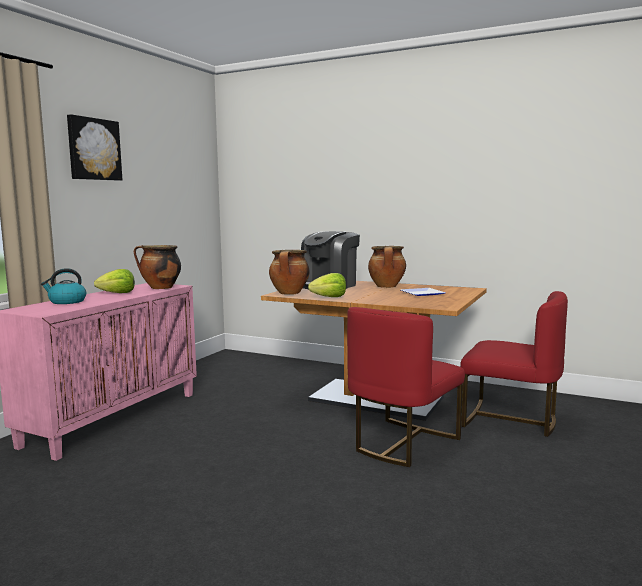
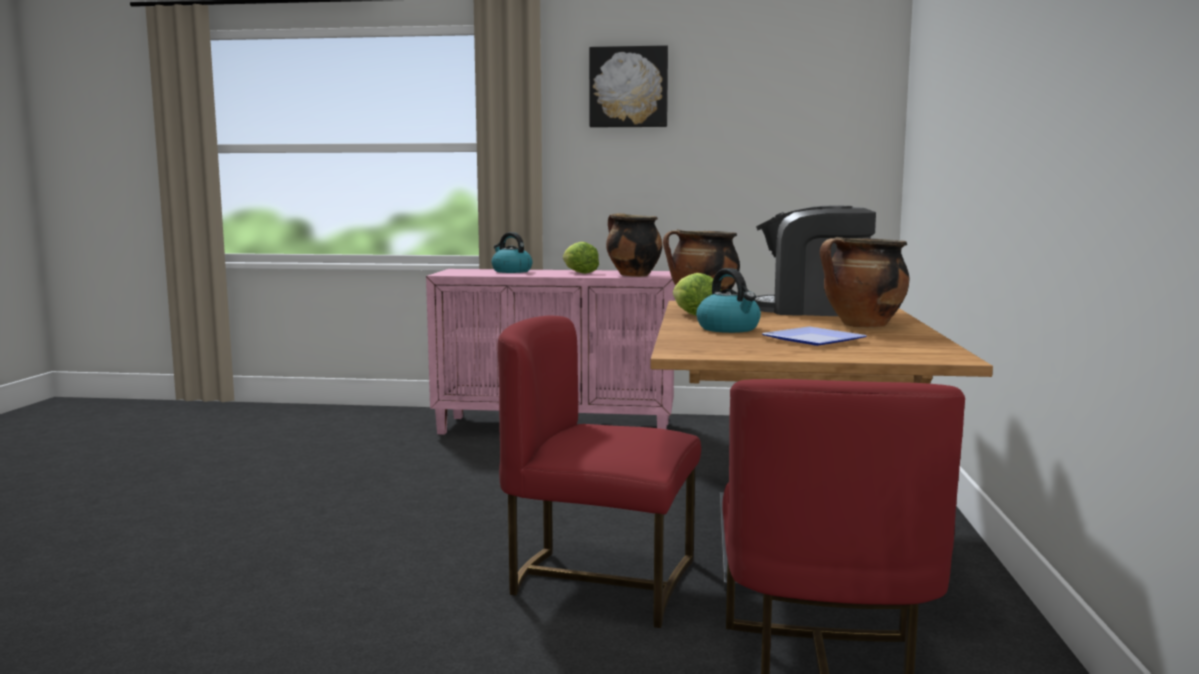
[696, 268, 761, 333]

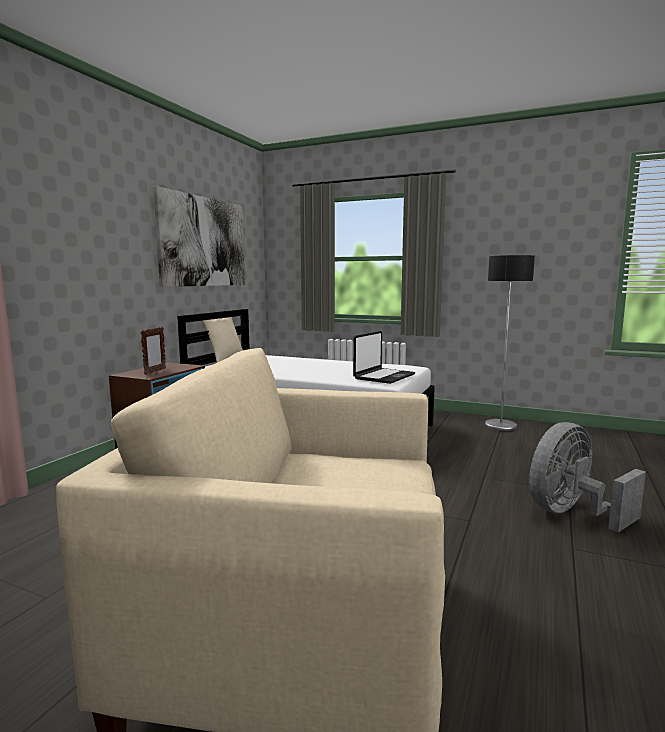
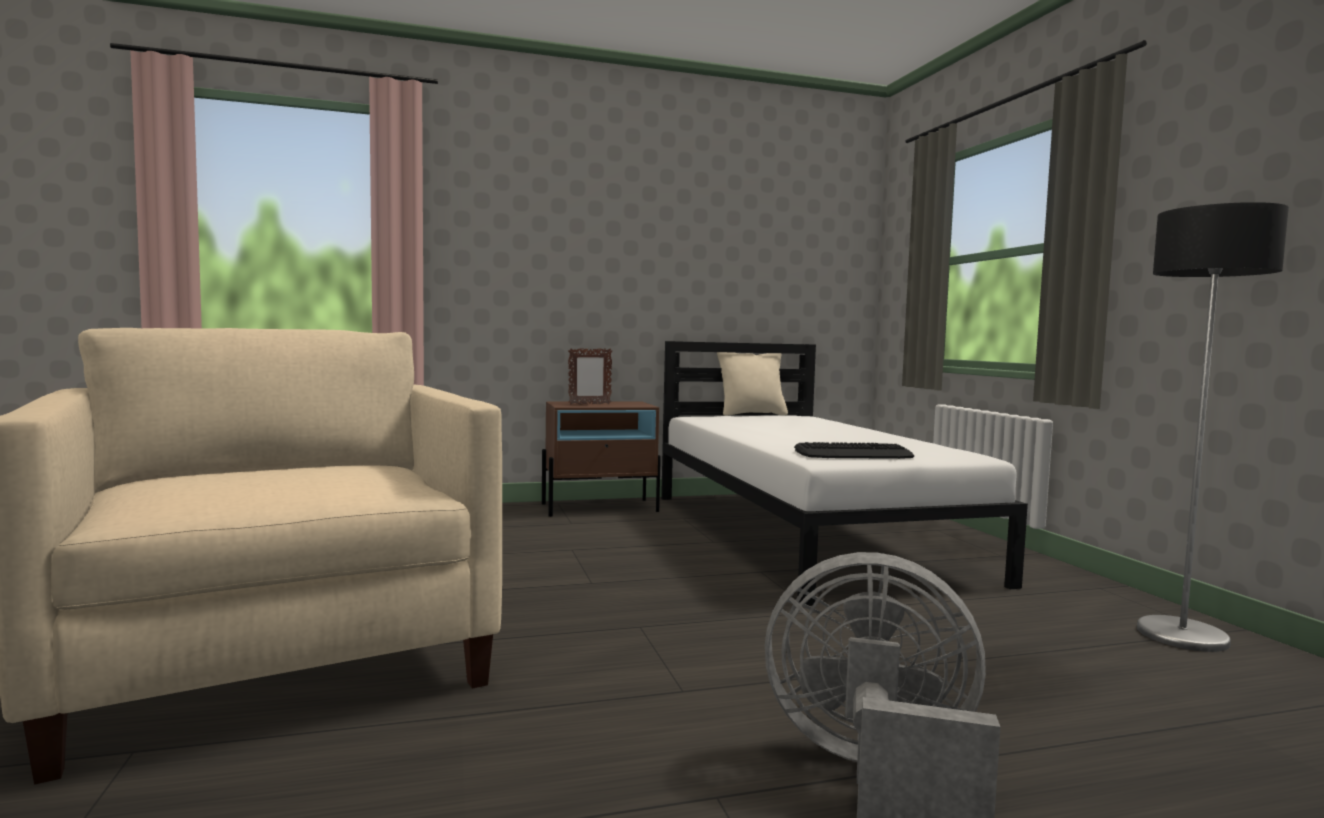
[153, 186, 245, 287] (first image)
[794, 442, 914, 459]

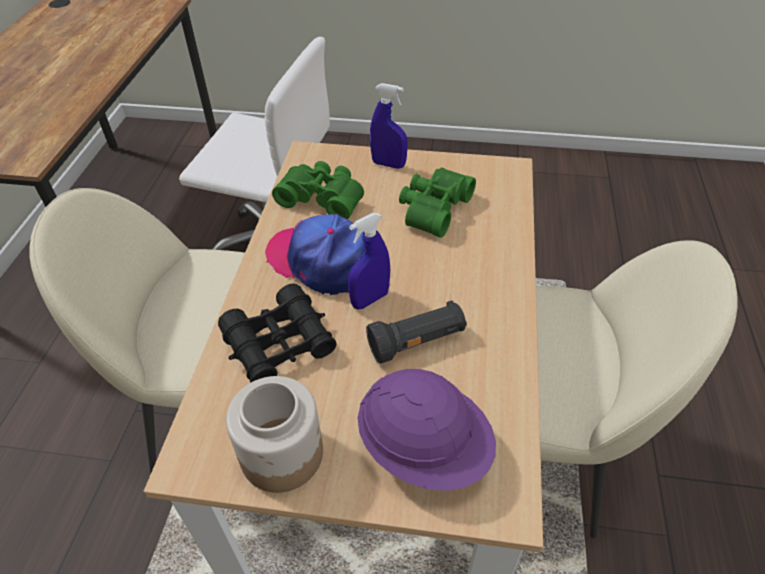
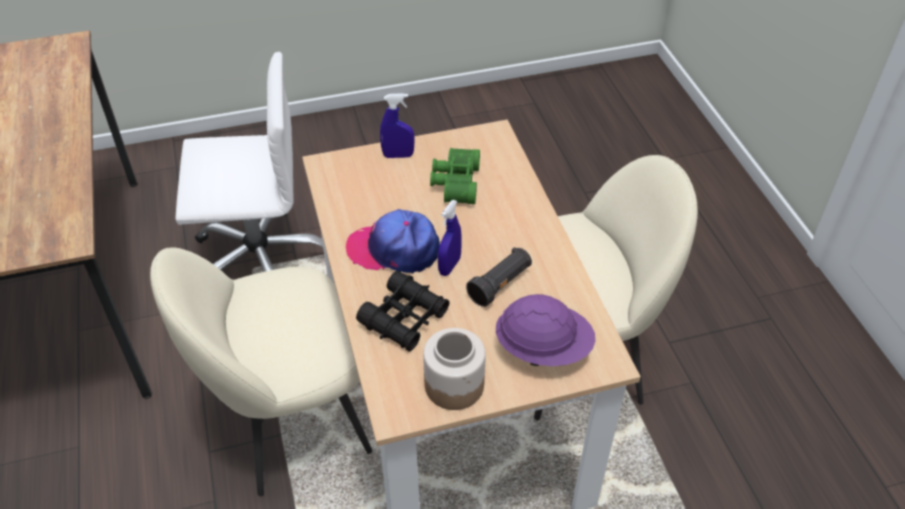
[272, 161, 364, 220] (first image)

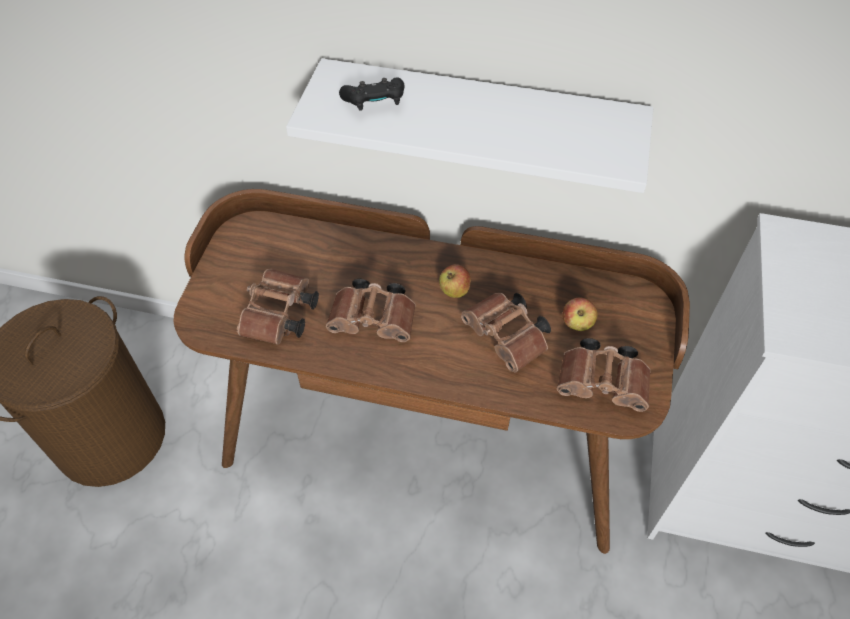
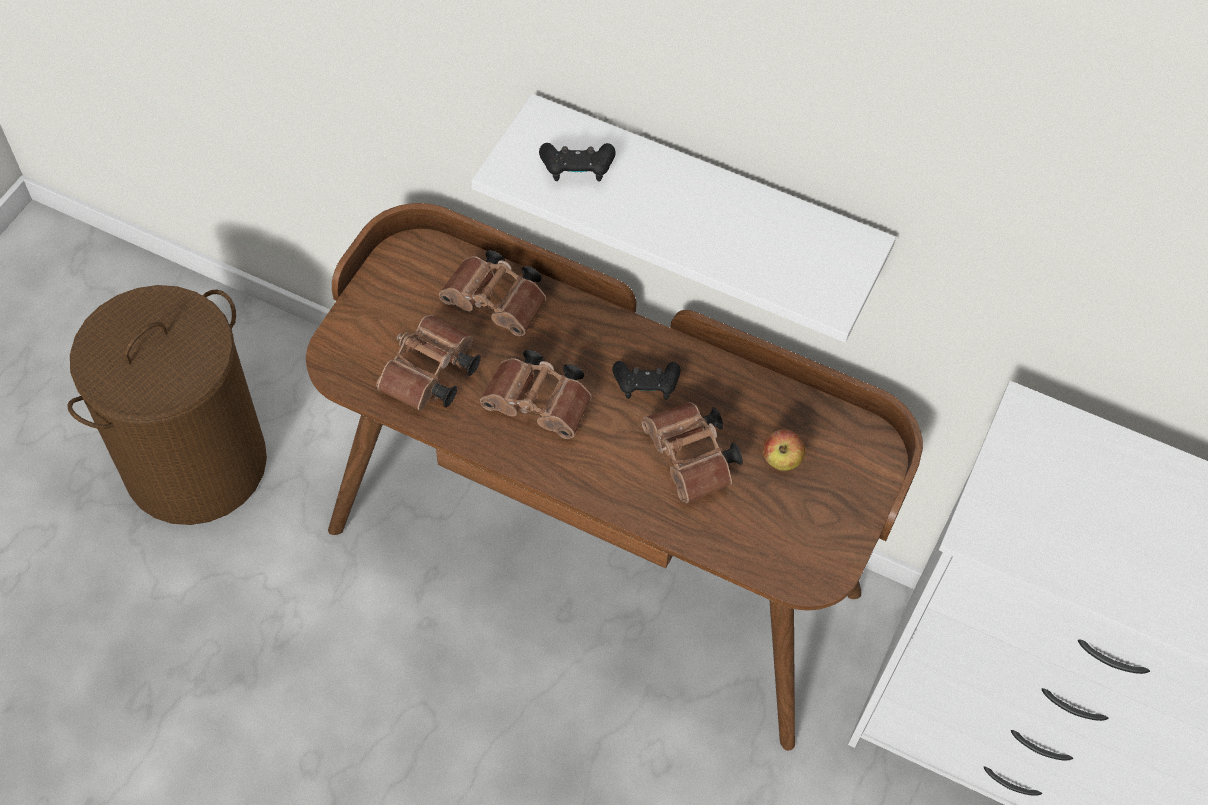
[612, 361, 680, 400]
[439, 250, 546, 336]

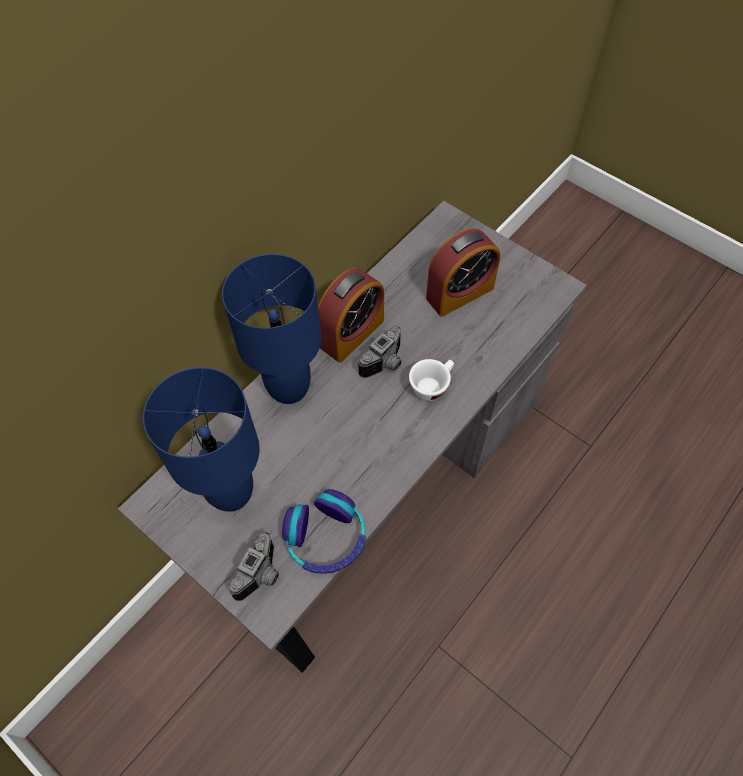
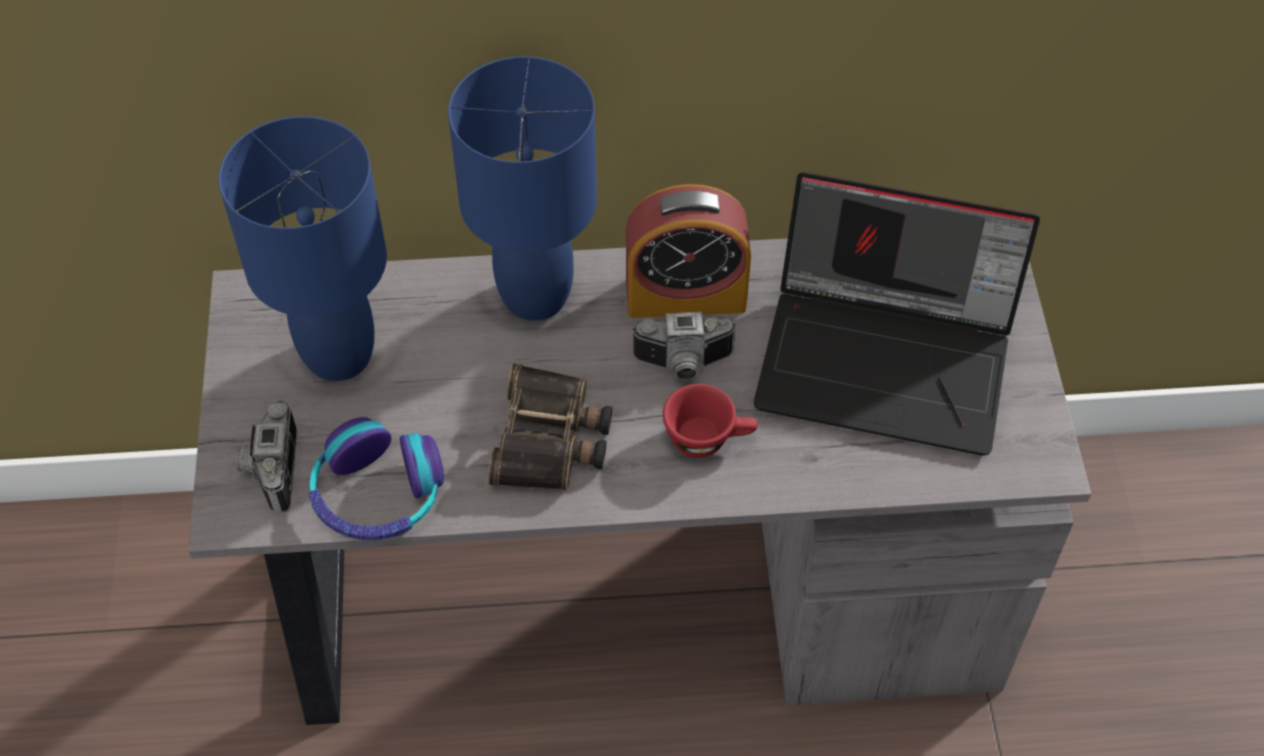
[235, 400, 298, 513]
[663, 384, 758, 458]
[754, 172, 1040, 455]
[488, 363, 612, 490]

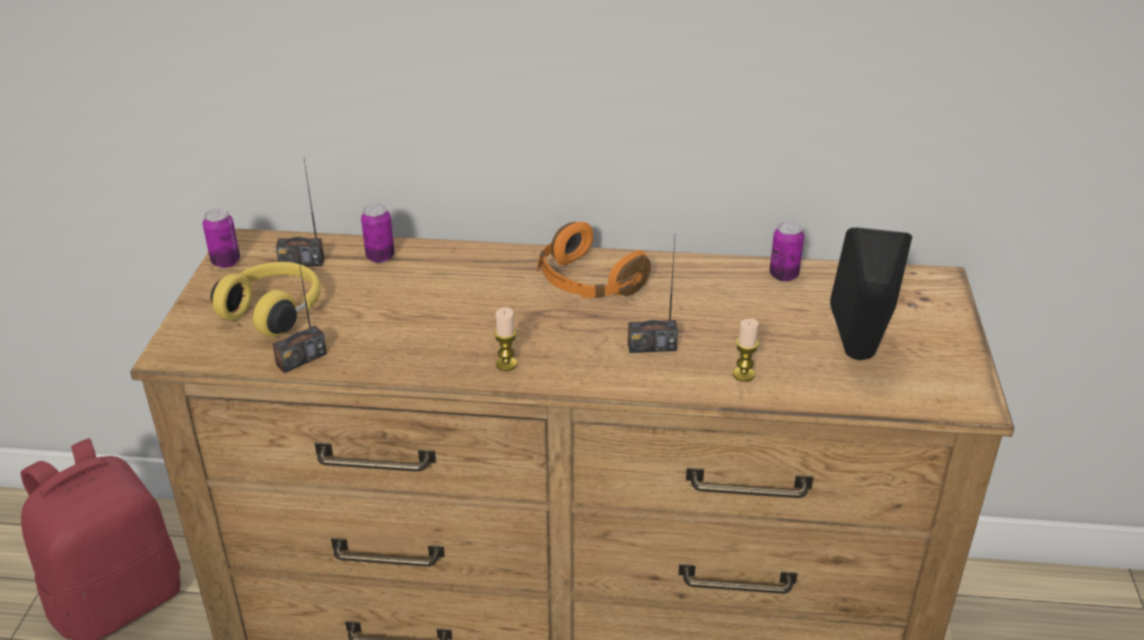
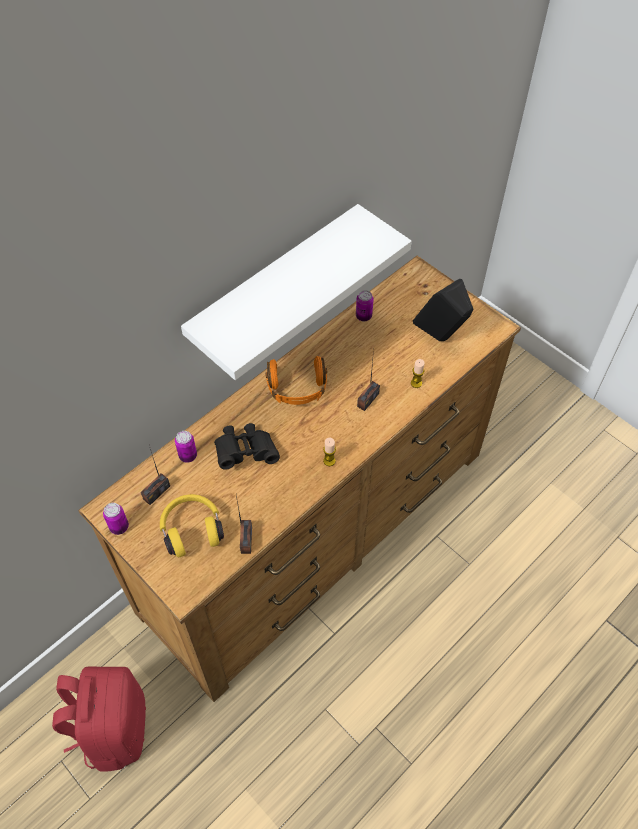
[181, 204, 412, 380]
[214, 423, 280, 470]

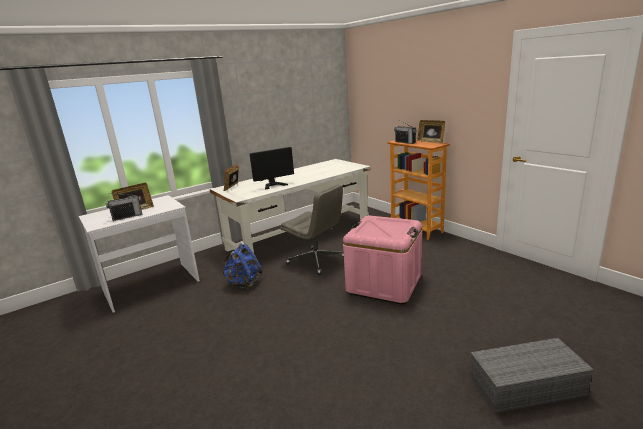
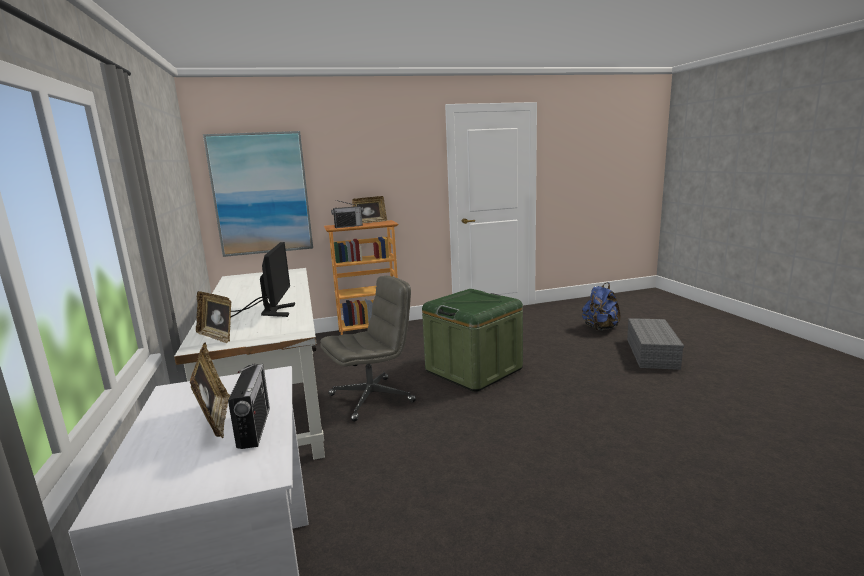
[582, 283, 621, 331]
[422, 289, 523, 392]
[203, 131, 313, 257]

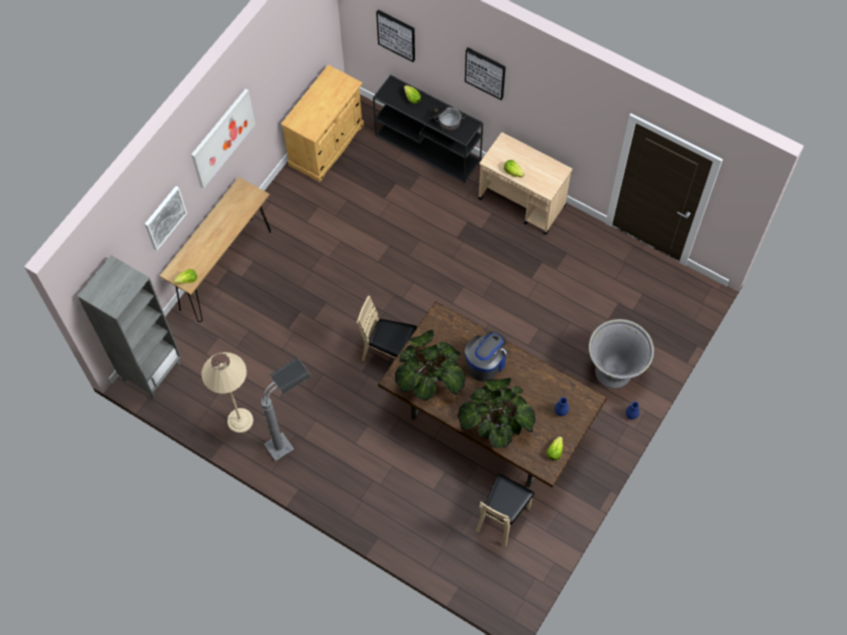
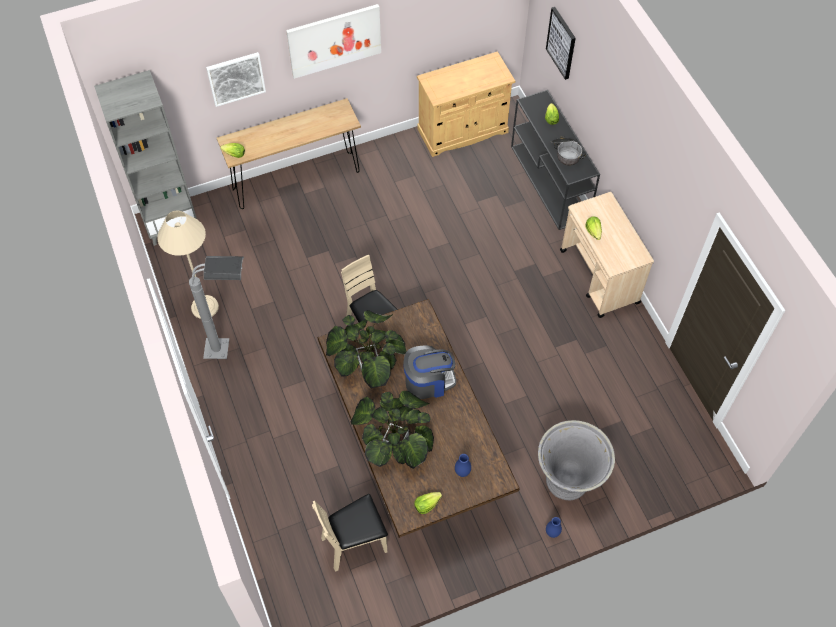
[465, 48, 506, 100] (first image)

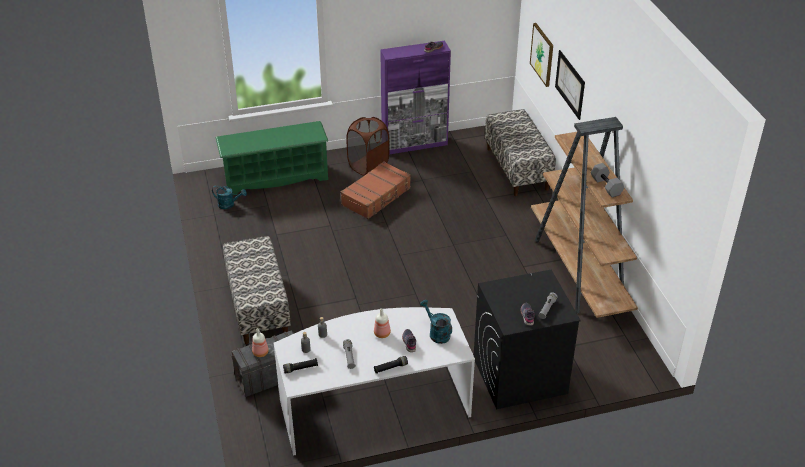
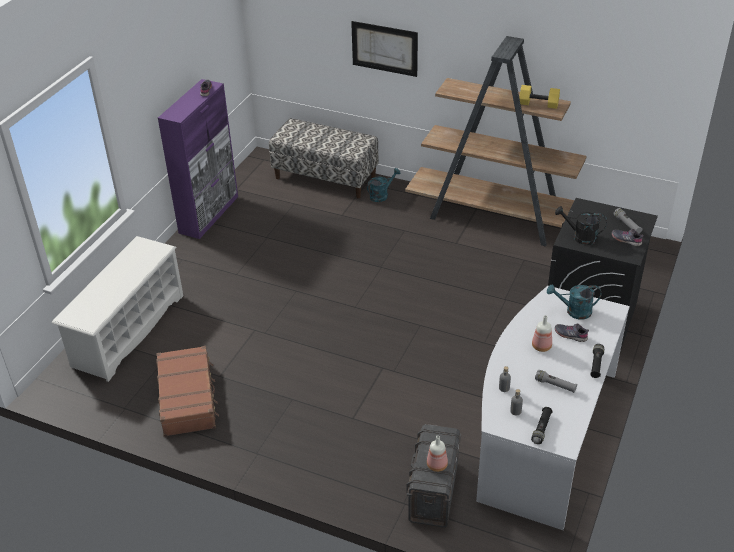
[367, 168, 400, 202]
[52, 236, 183, 382]
[223, 236, 291, 344] (first image)
[156, 346, 219, 437]
[346, 117, 389, 176] (first image)
[530, 23, 553, 87] (first image)
[519, 85, 560, 109]
[555, 206, 607, 245]

